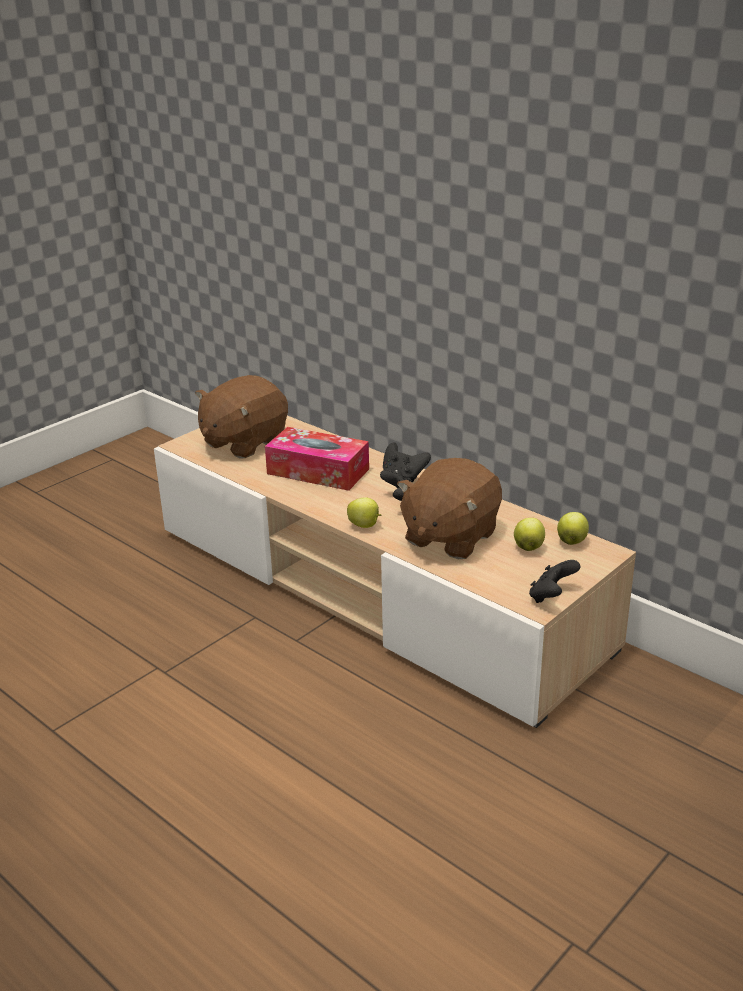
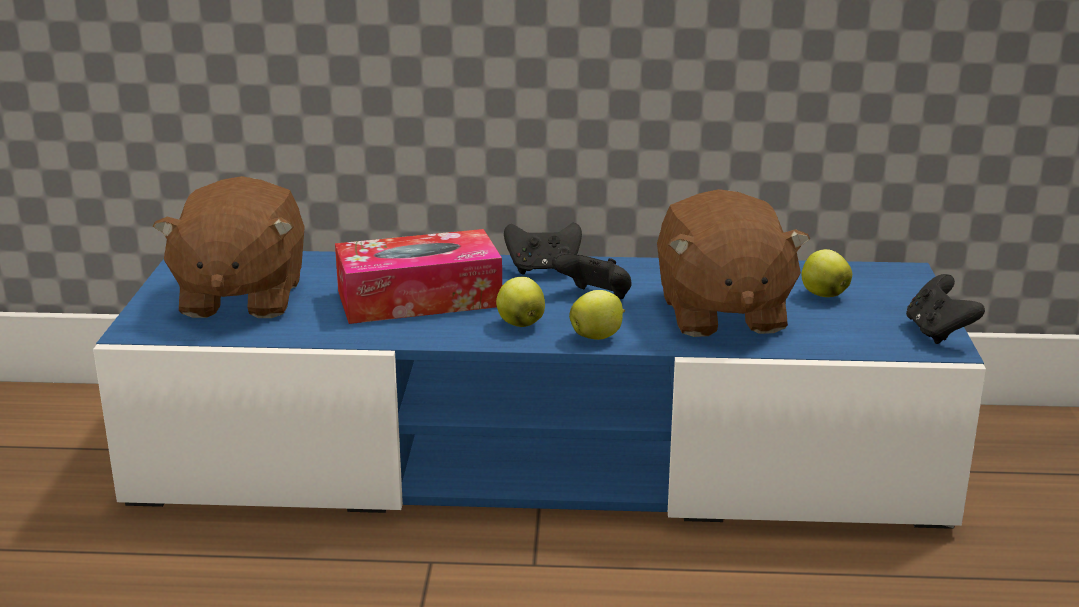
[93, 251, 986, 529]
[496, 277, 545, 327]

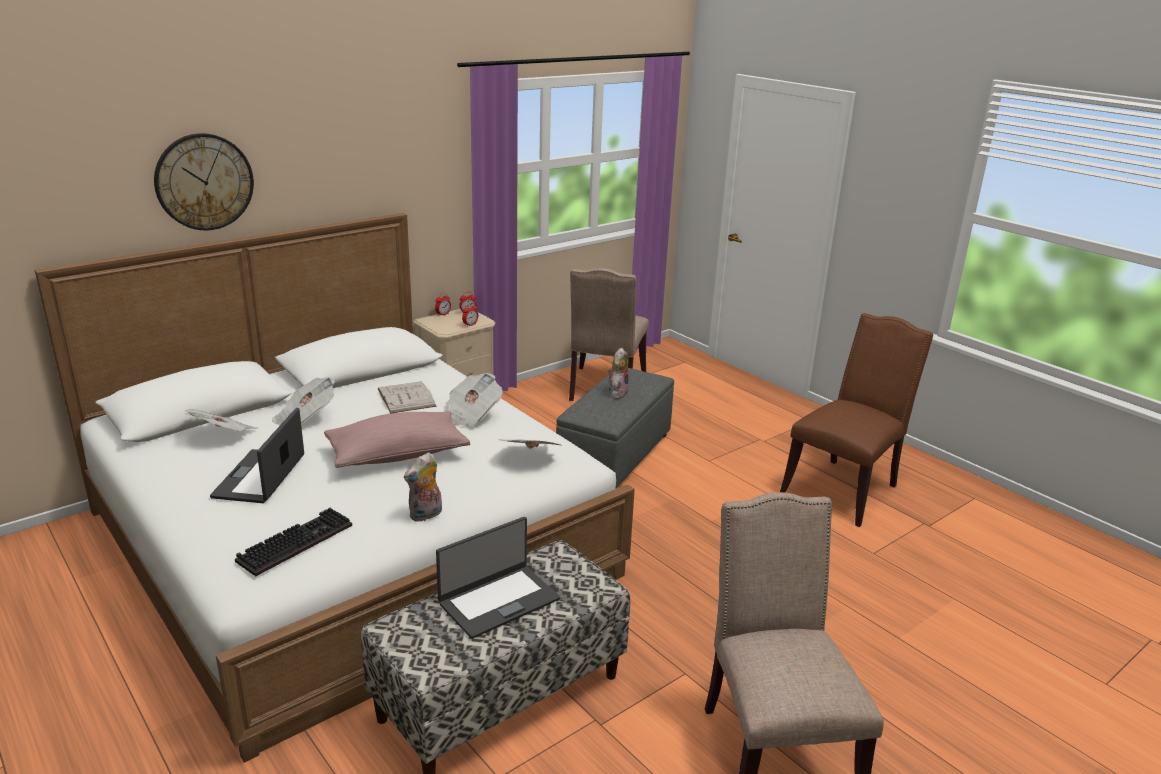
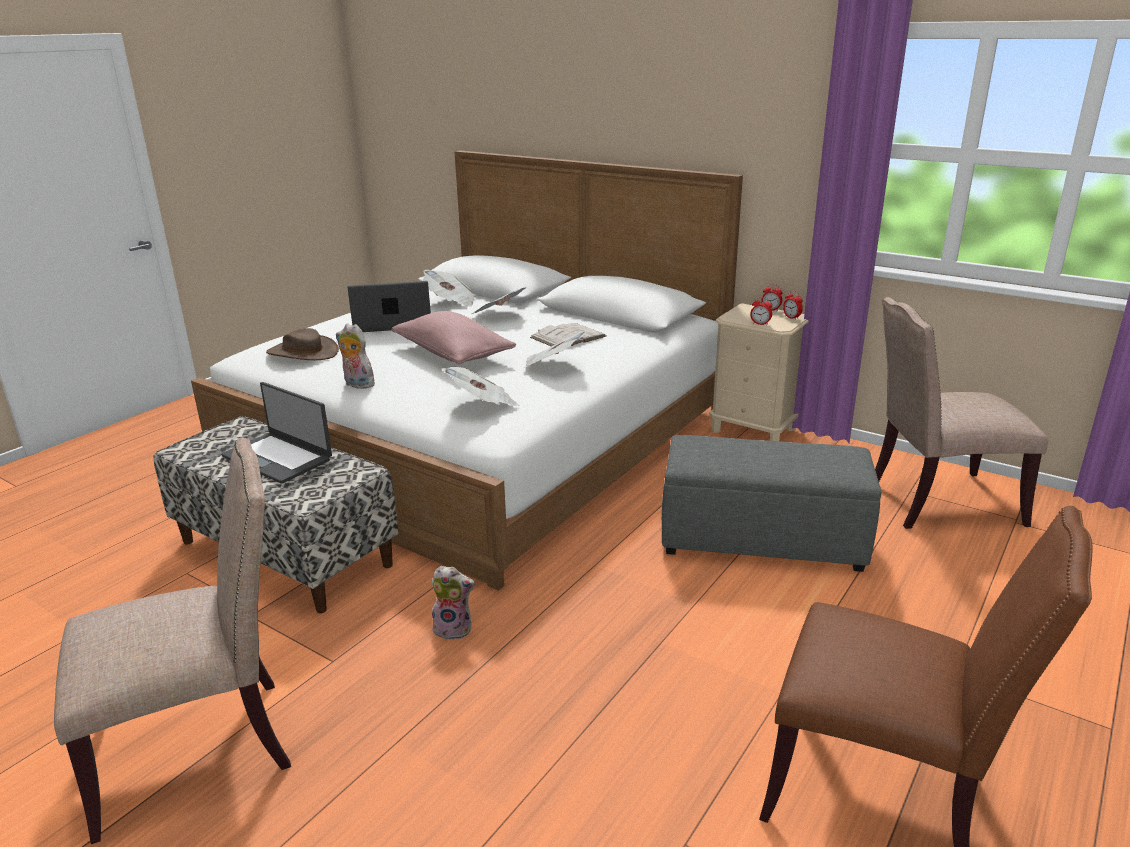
[154, 133, 254, 230] (first image)
[266, 328, 339, 360]
[431, 566, 475, 640]

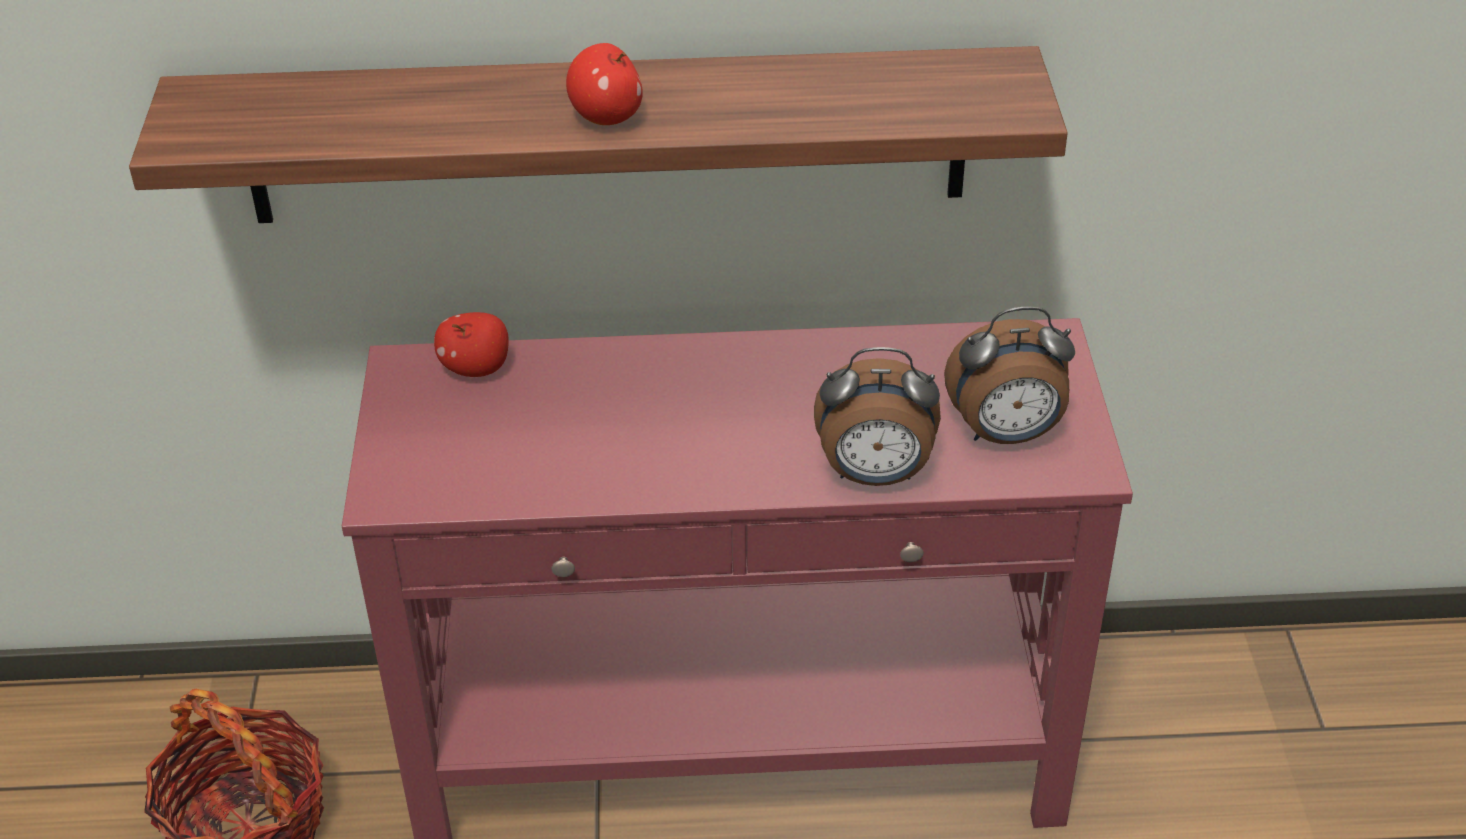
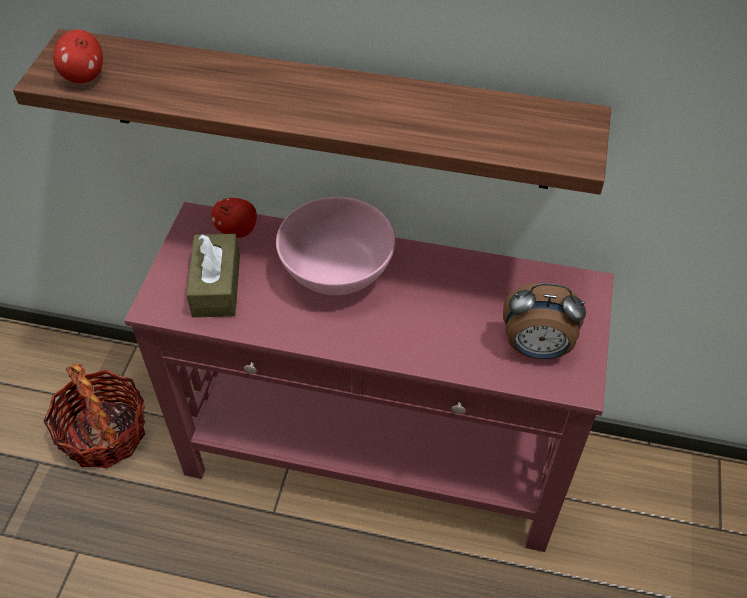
[53, 30, 103, 83]
[814, 347, 941, 486] (first image)
[186, 234, 240, 318]
[276, 197, 396, 295]

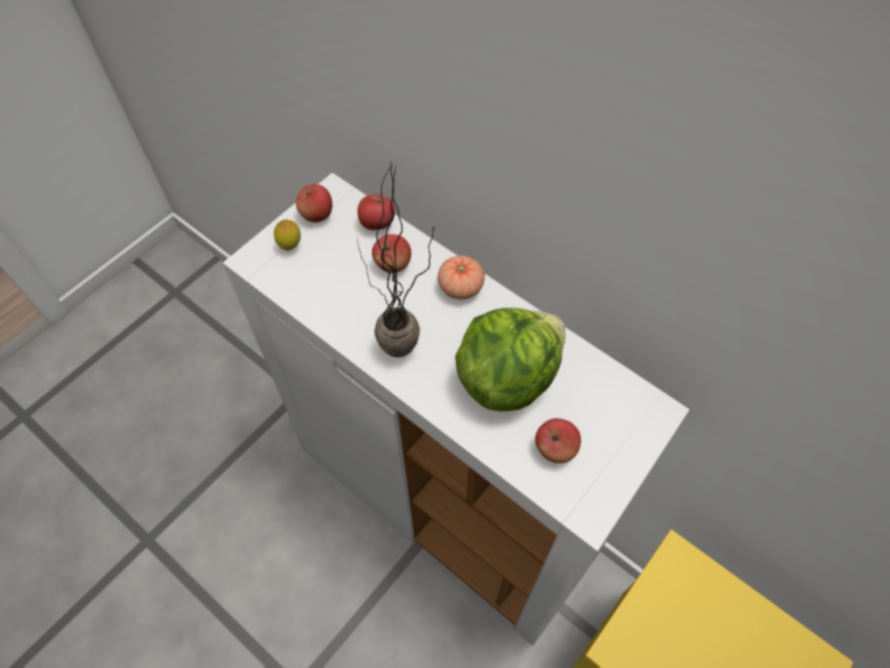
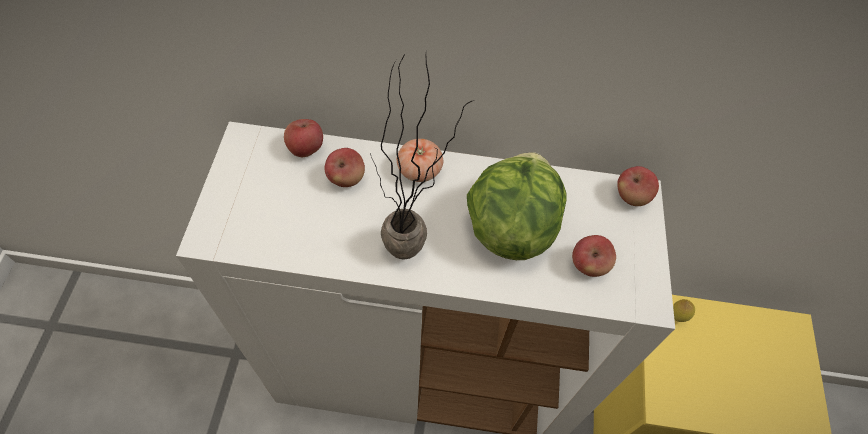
[673, 299, 695, 322]
[617, 166, 659, 206]

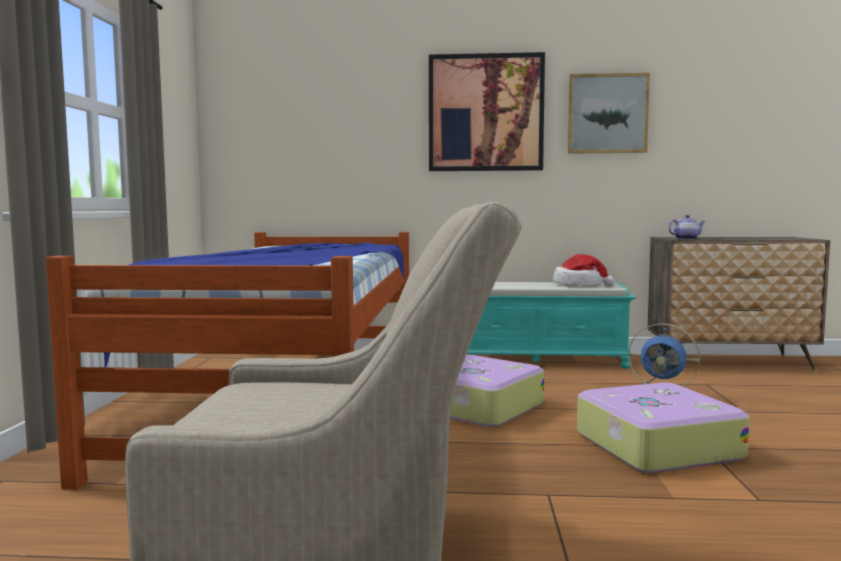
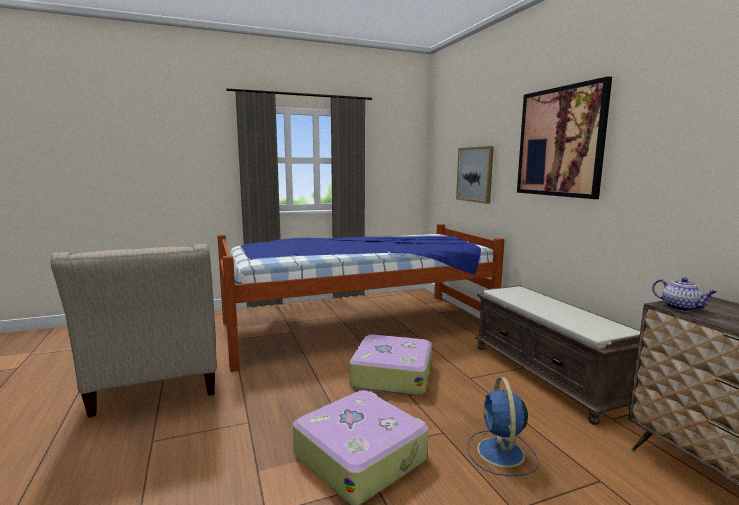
[475, 285, 640, 425]
[553, 254, 615, 287] (first image)
[456, 146, 494, 204]

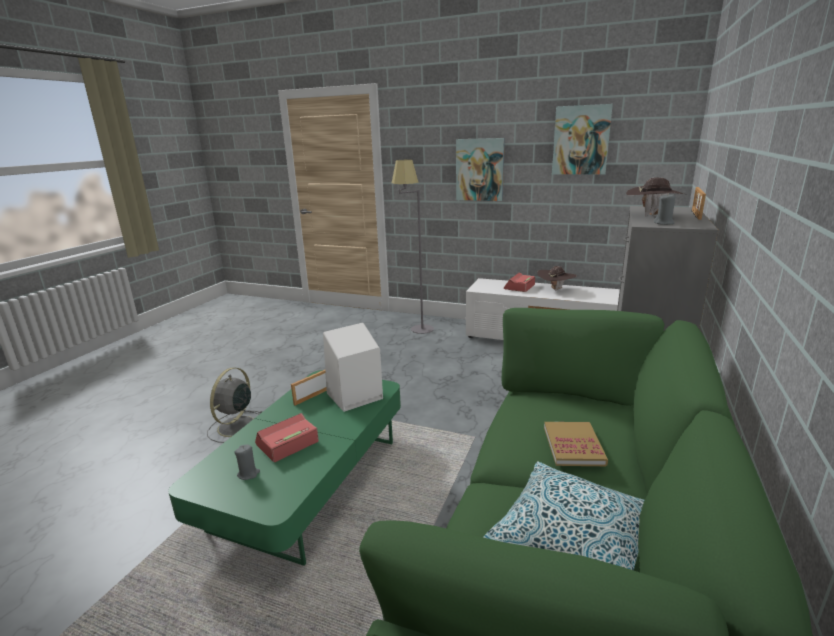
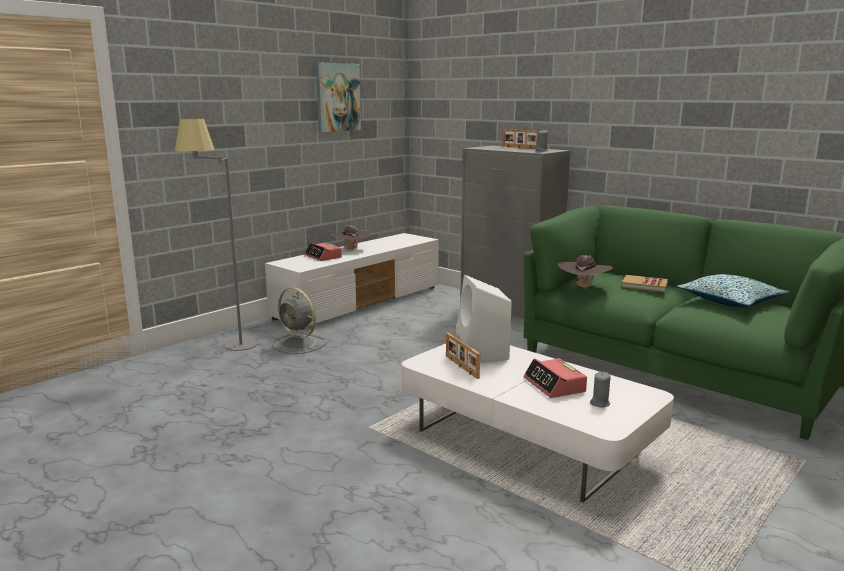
[402, 344, 674, 503]
[272, 287, 326, 354]
[456, 138, 505, 201] (first image)
[557, 255, 613, 290]

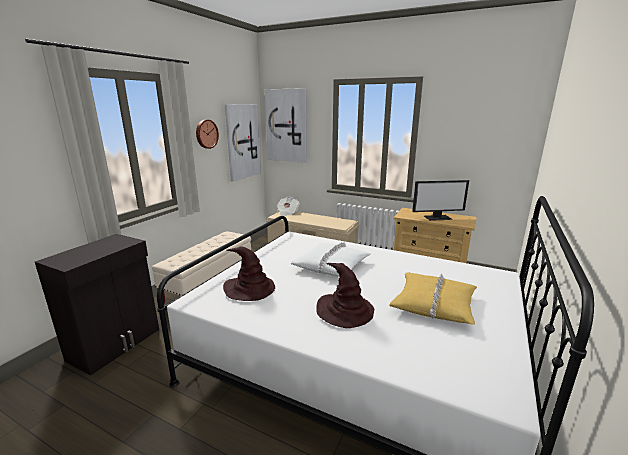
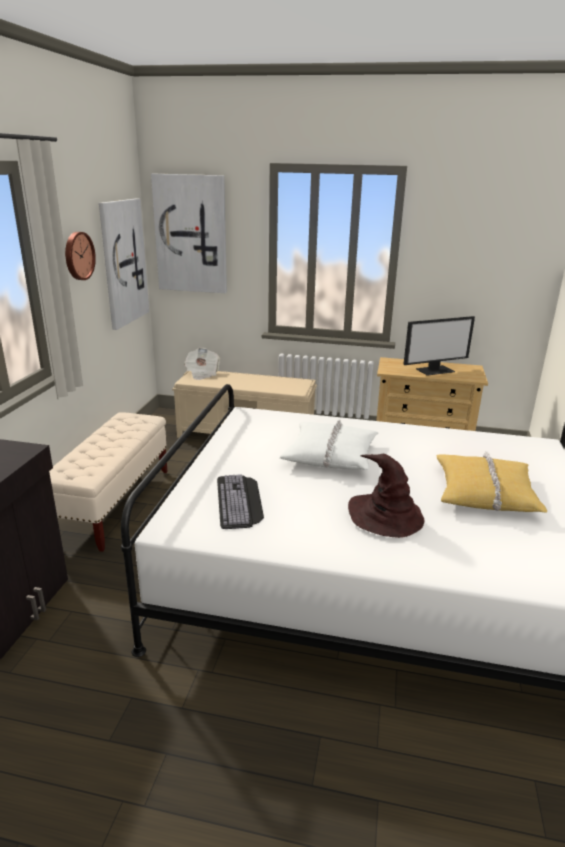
[217, 474, 264, 529]

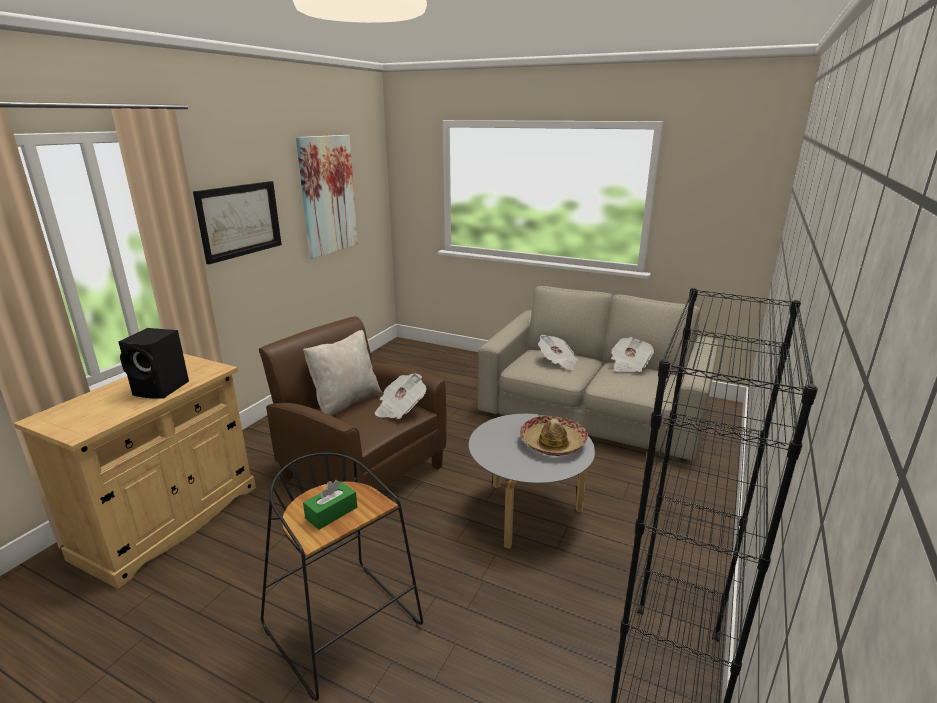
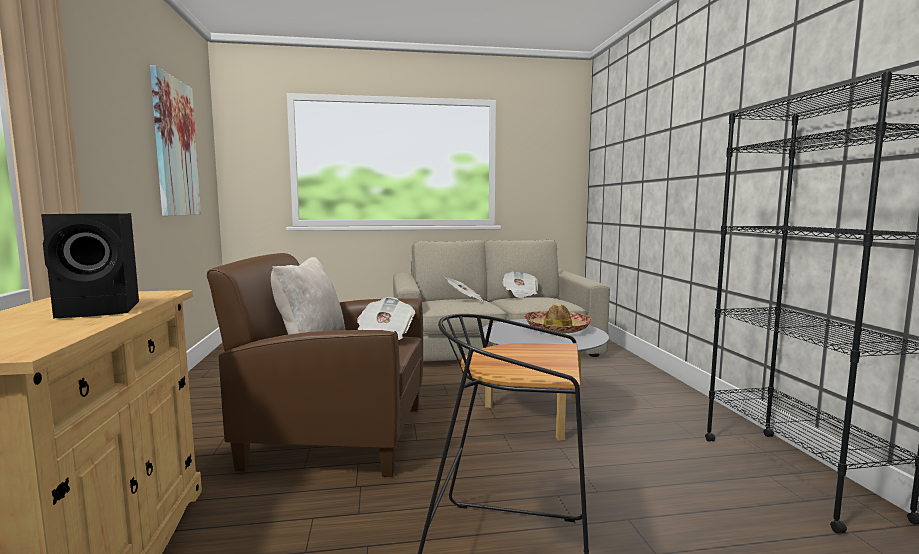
[193, 181, 282, 264] (first image)
[303, 480, 357, 530] (first image)

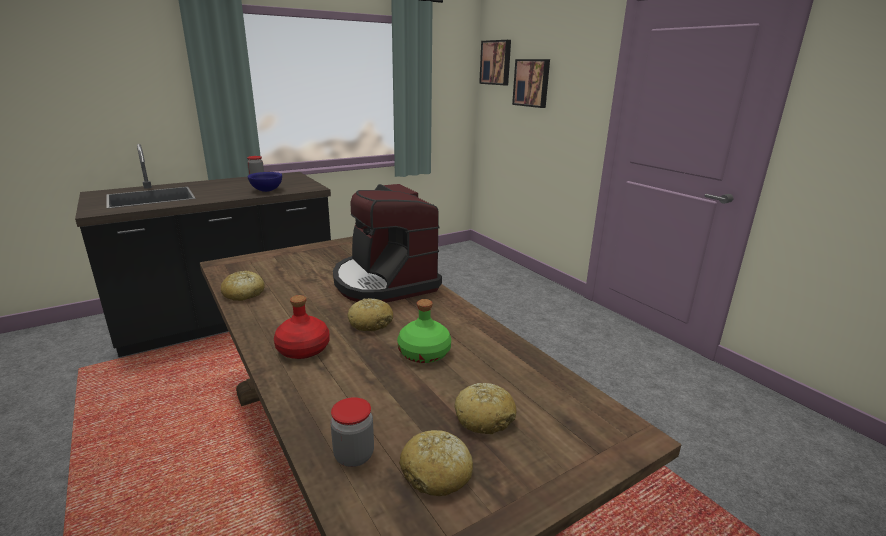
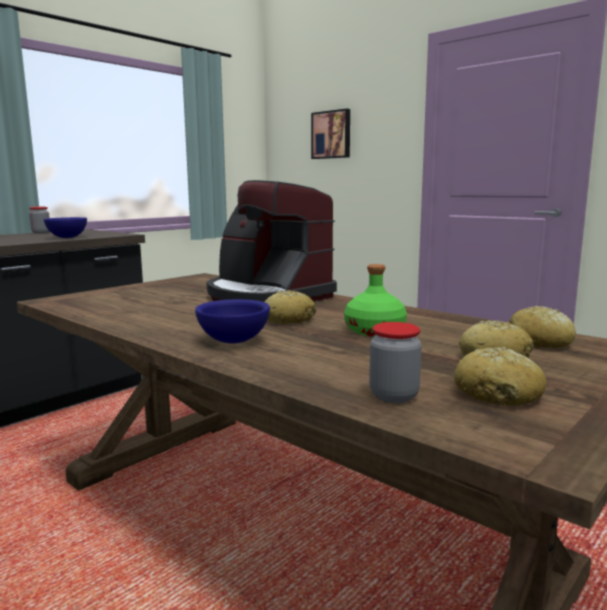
[509, 306, 576, 348]
[195, 299, 270, 343]
[479, 40, 511, 85] (first image)

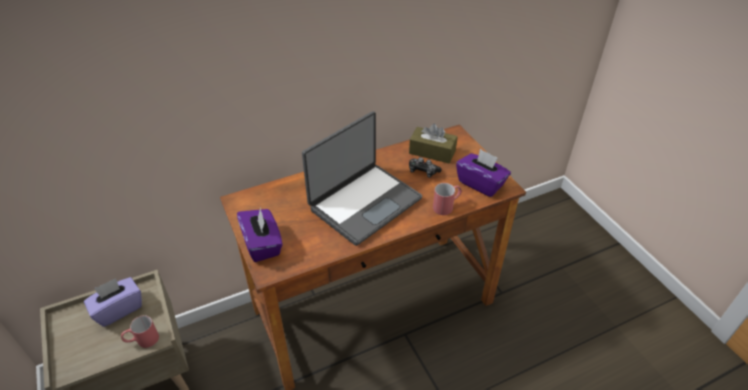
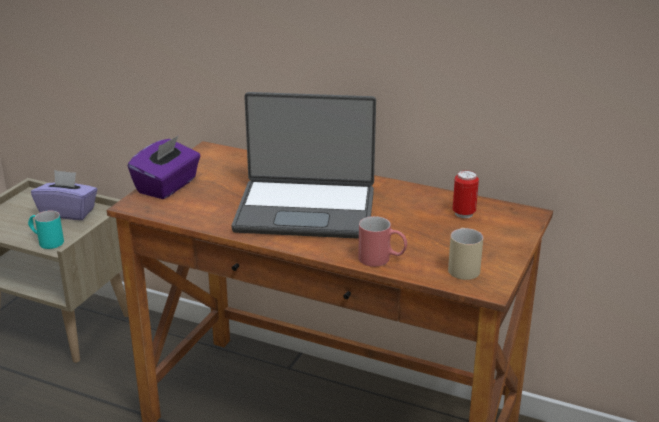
[28, 211, 64, 249]
[453, 170, 479, 218]
[409, 157, 442, 178] (first image)
[448, 228, 483, 280]

